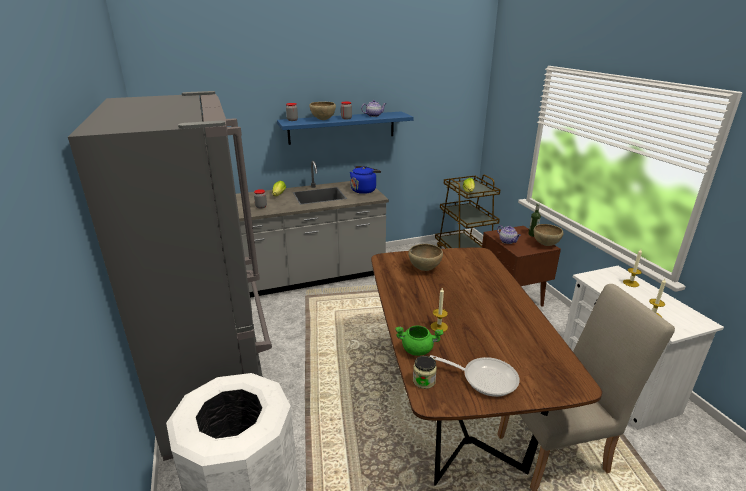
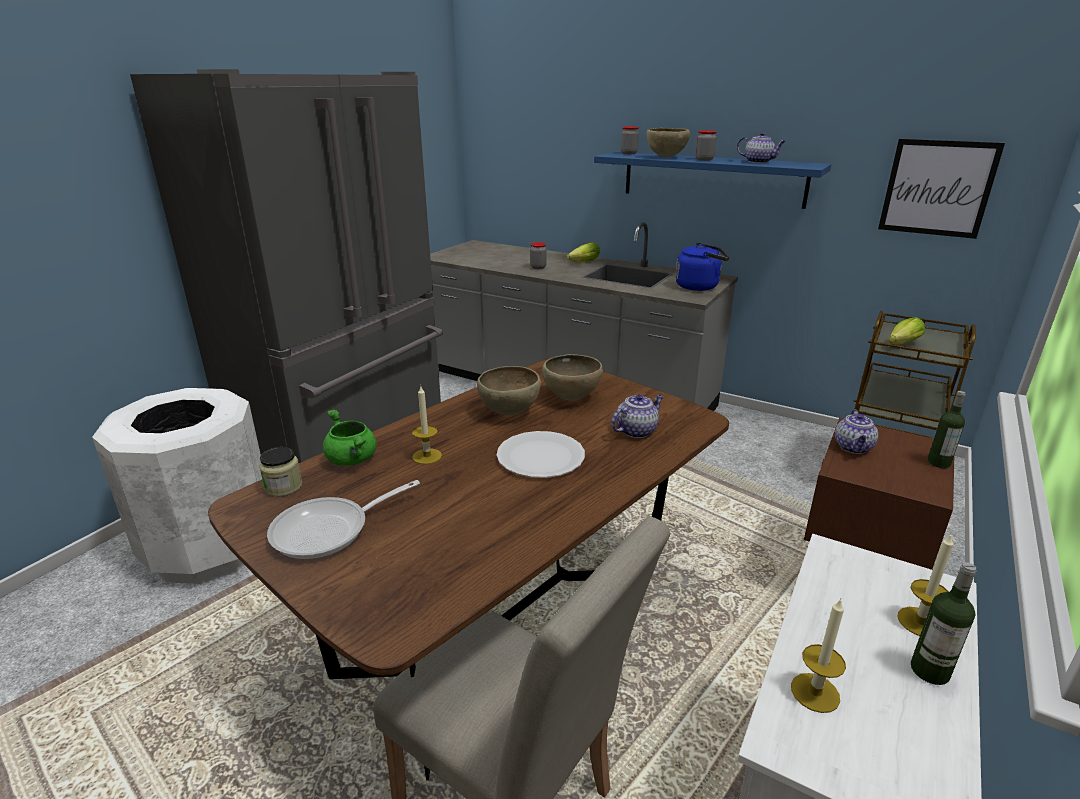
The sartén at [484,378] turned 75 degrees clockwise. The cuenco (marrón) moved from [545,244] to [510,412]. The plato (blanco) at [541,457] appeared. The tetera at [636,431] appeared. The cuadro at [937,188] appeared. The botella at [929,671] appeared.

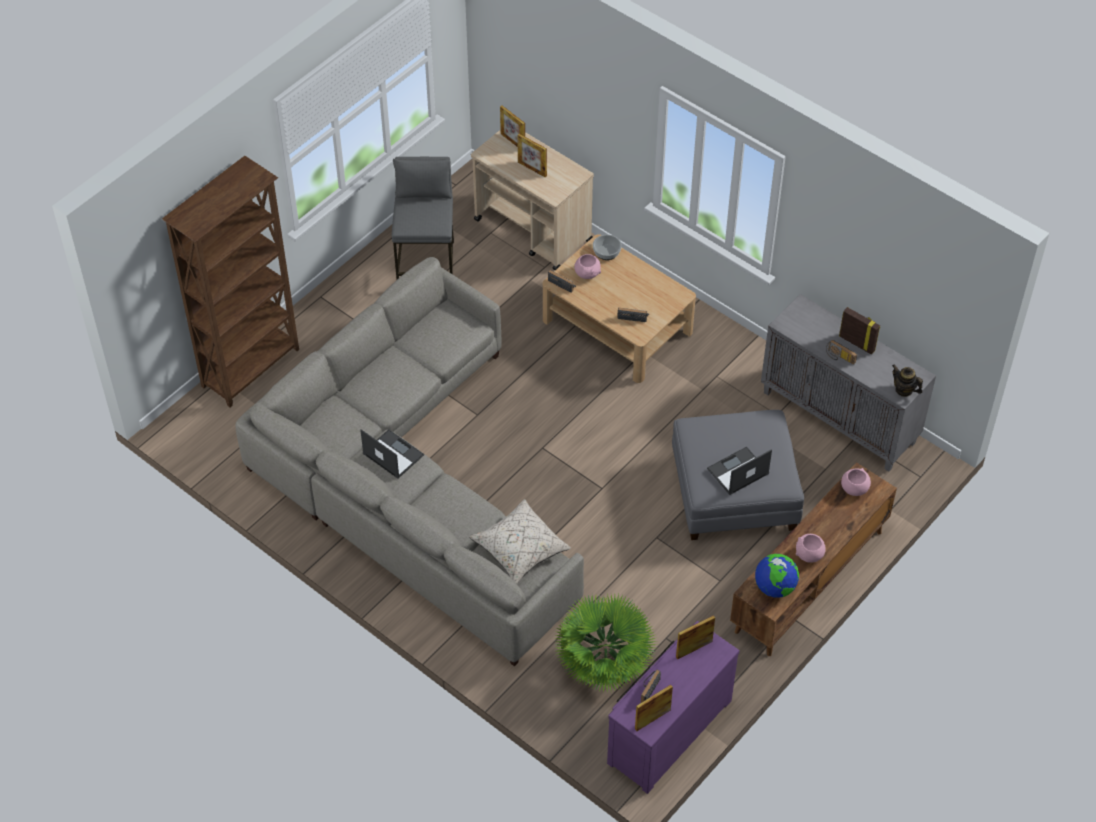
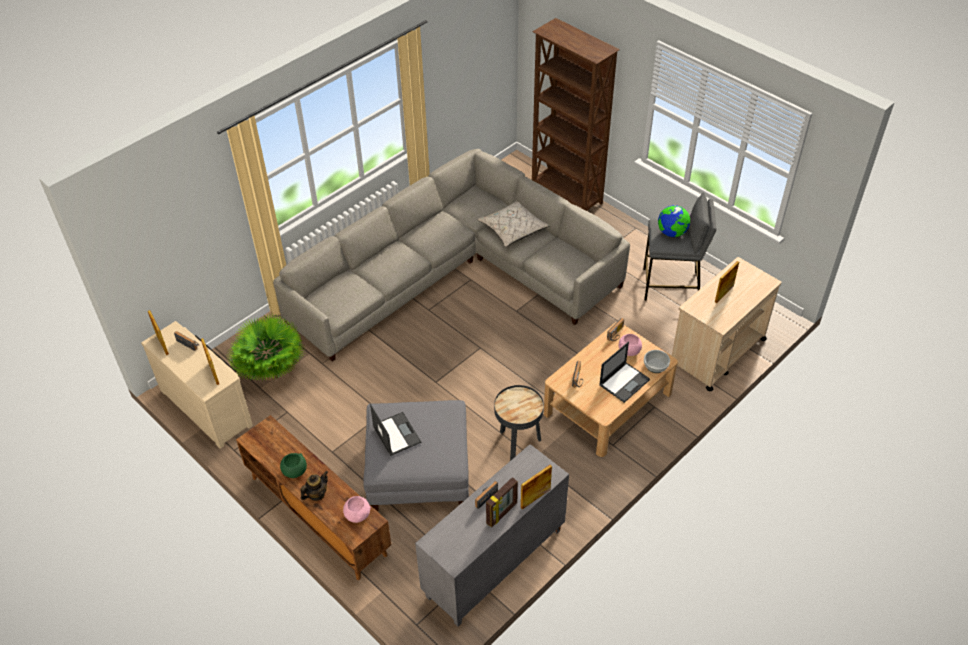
The portátil moved from [392,454] to [624,382]. The cojín (beis) moved from [520,549] to [512,229]. The portarretratos moved from [513,142] to [535,498]. The cómoda (morado) at [666,729] became the cómoda (beis) at [208,406]. The globo terráqueo moved from [775,587] to [672,233]. The cuenco (rosa) at [809,554] became the cuenco (verde) at [294,471]. The tetera moved from [904,390] to [316,494]. The mesa auxiliar (negro) at [517,444] appeared.

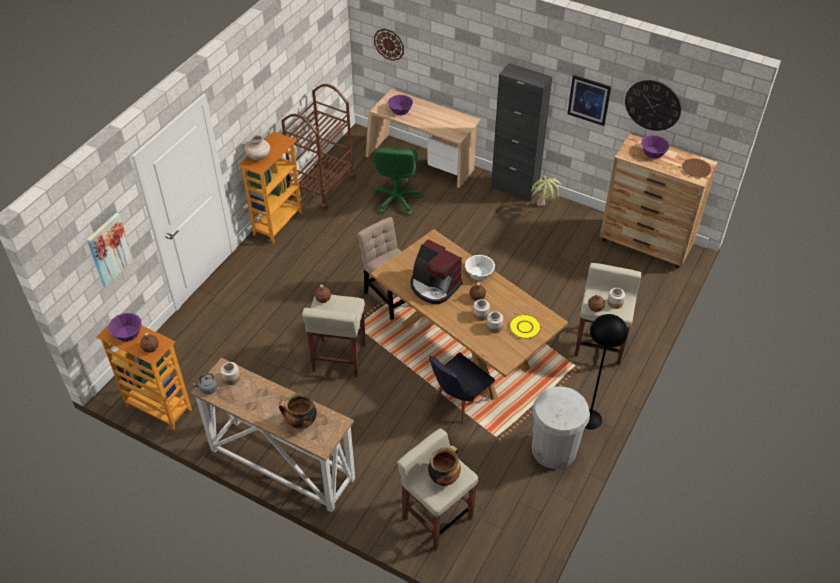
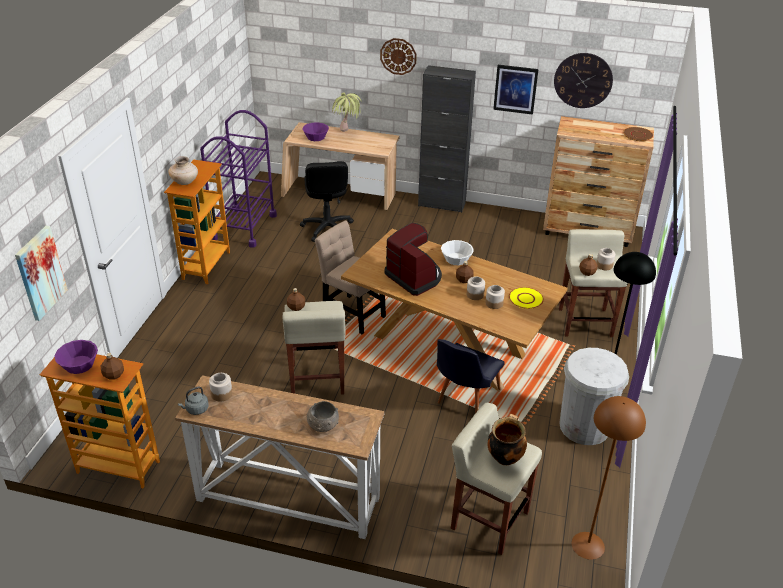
The olla at [300,423] was replaced by the cuenco (gris) at [323,425]. The carrito (marrón) at [322,186] became the carrito (morado) at [244,227]. The silla de oficina (verde) at [397,200] became the silla de oficina (negro) at [327,228]. The reloj de pared moved from [389,44] to [398,56]. The cafetera at [434,286] turned 150 degrees counterclockwise. The planta en maceta moved from [542,211] to [347,135]. The cuenco (morado) at [653,152] disappeared. The lámpara de pie (marrón) at [587,545] appeared.

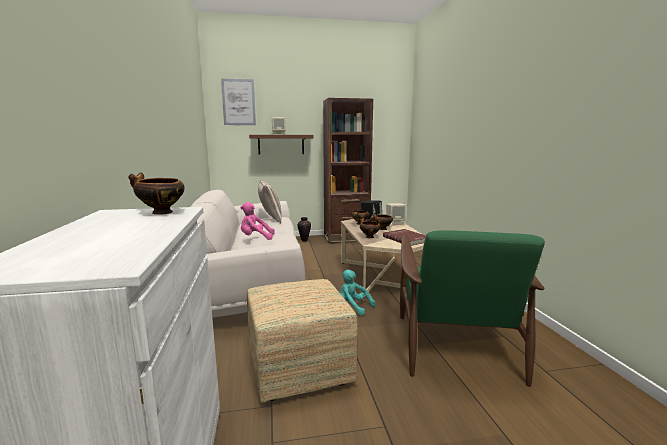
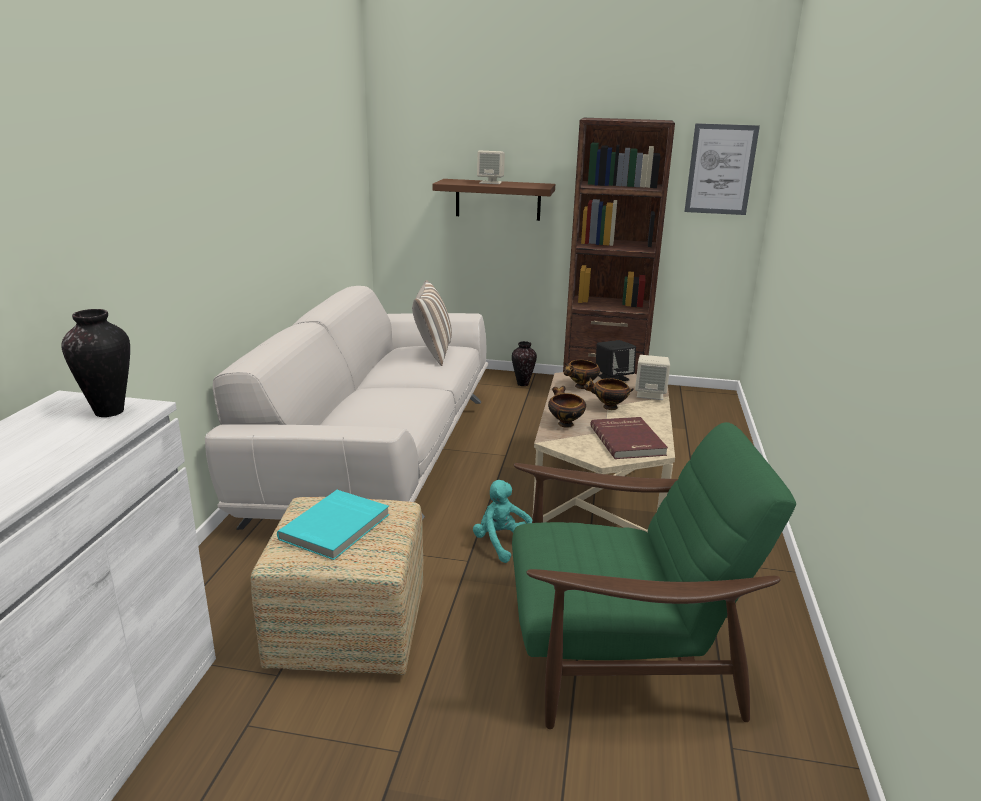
The cuenco at [160,212] was replaced by the florero at [109,412]. The cuadro moved from [238,102] to [720,169]. The peluche (rosa) at [255,238] disappeared. The sillón (verde) at [456,343] turned 120 degrees counterclockwise. The libro (turquesa) at [336,527] appeared.

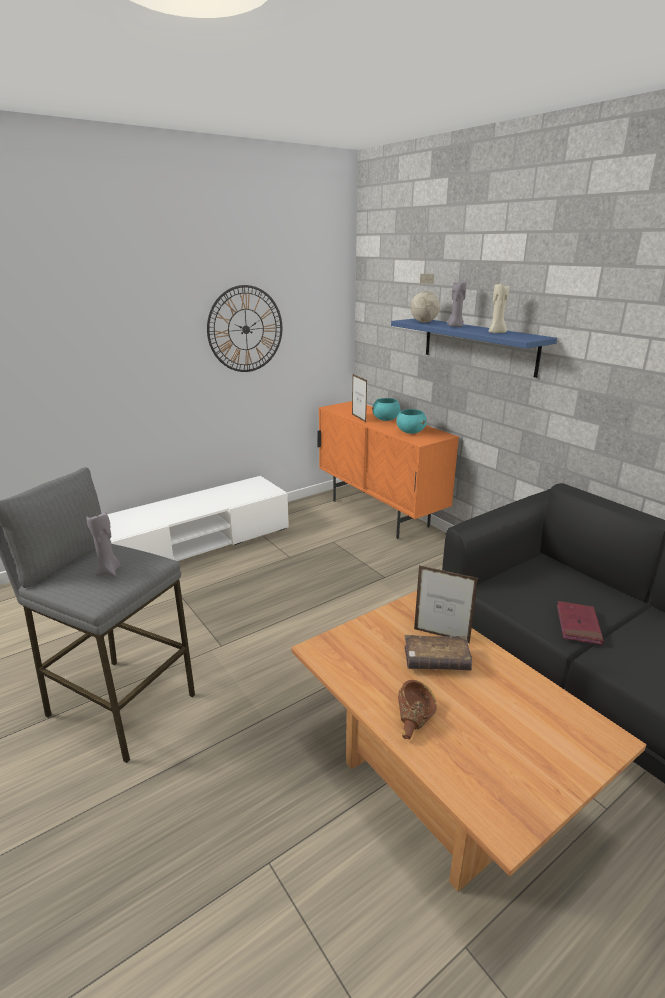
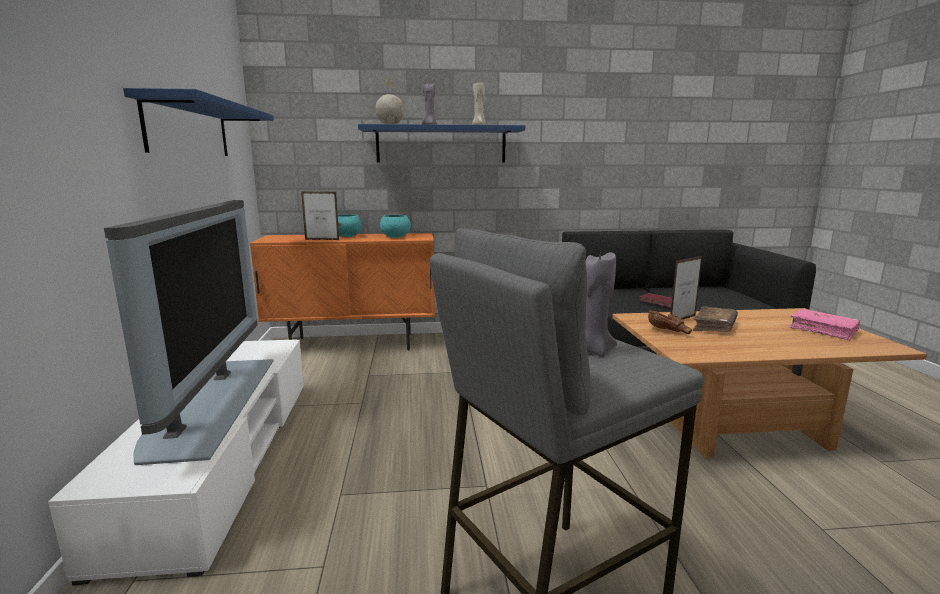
The reloj de pared at [246,329] was replaced by the estante (azul) at [189,129]. The cuenco (marrón) moved from [415,720] to [669,331]. The televisor at [210,402] appeared. The libro (rosa) at [823,330] appeared.

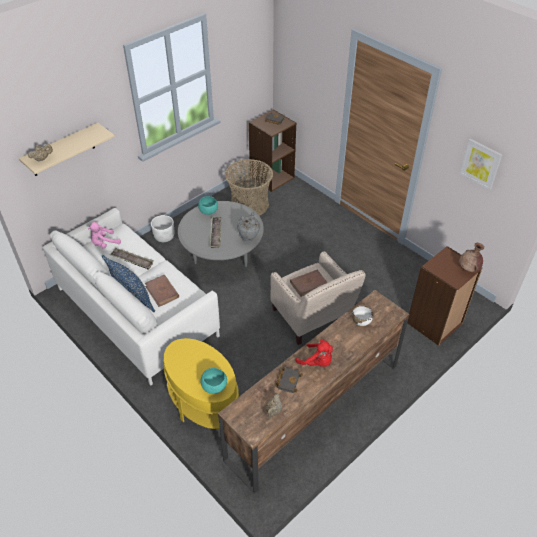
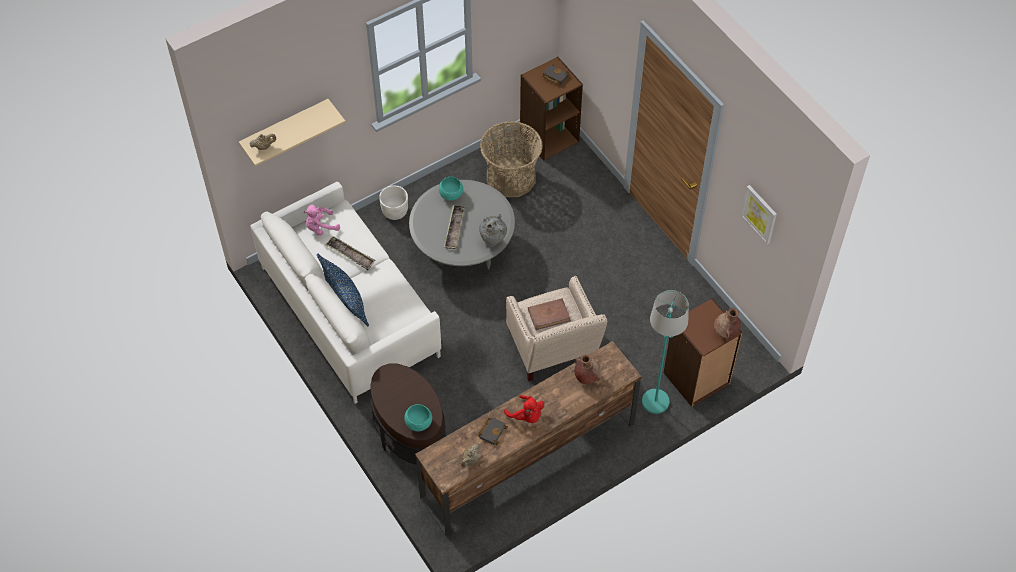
The libro (marrón) at [162,292] disappeared. The mesa auxiliar (amarillo) at [203,404] became the mesa auxiliar (marrón) at [409,434]. The cuenco (blanco) at [361,321] was replaced by the florero (marrón) at [586,376]. The lámpara de pie (turquesa) at [655,402] appeared.

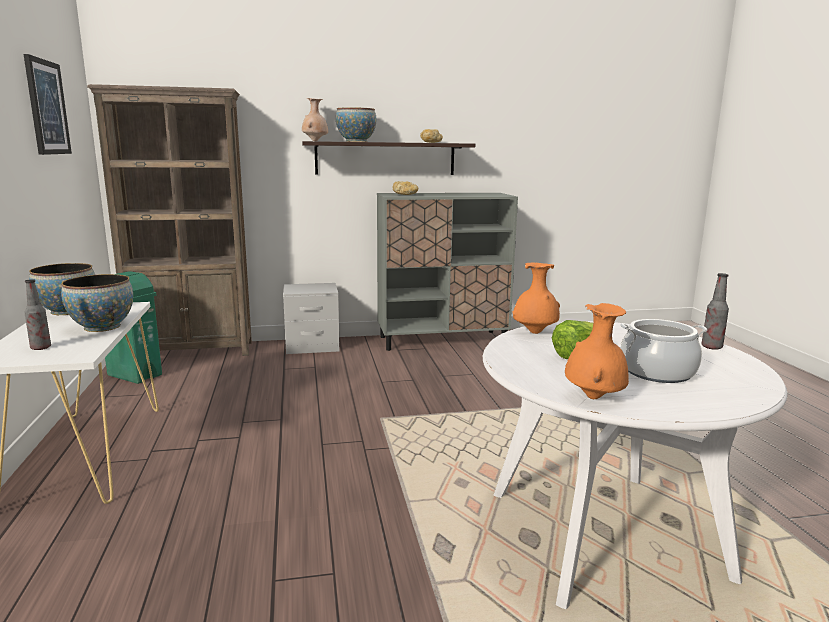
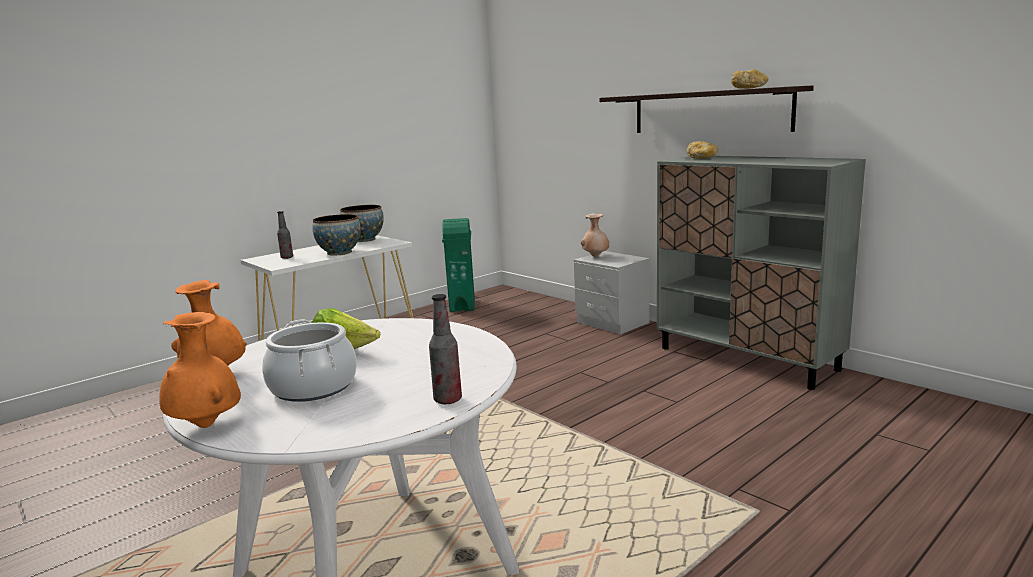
The cuadro at [47,107] disappeared. The estantería (marrón) at [193,351] disappeared. The florero (beis) moved from [315,141] to [595,256]. The cuenco at [356,141] disappeared. The florero (naranja) moved from [534,333] to [206,425].

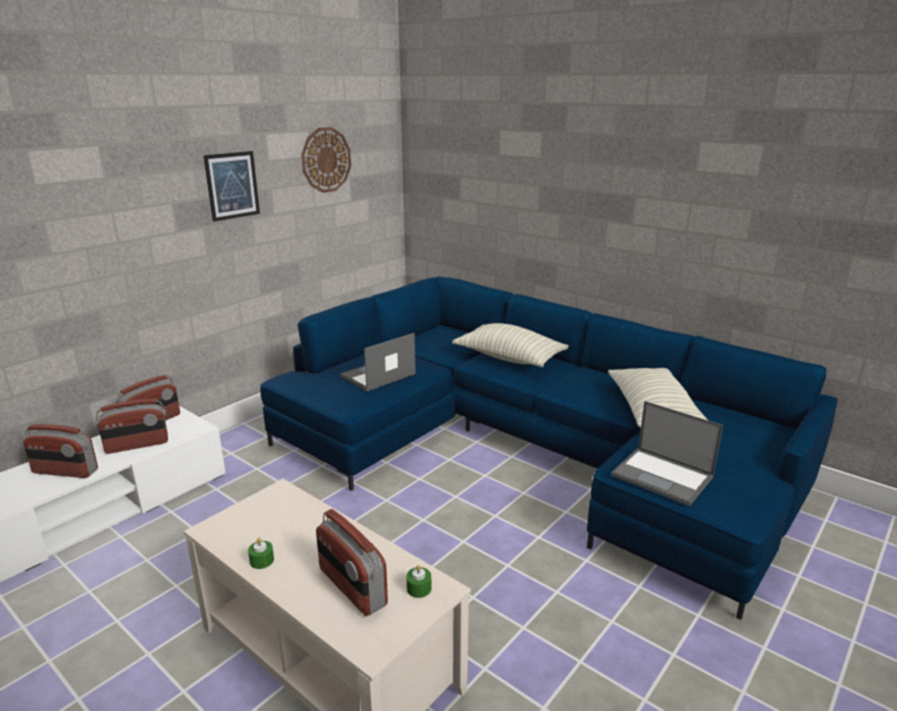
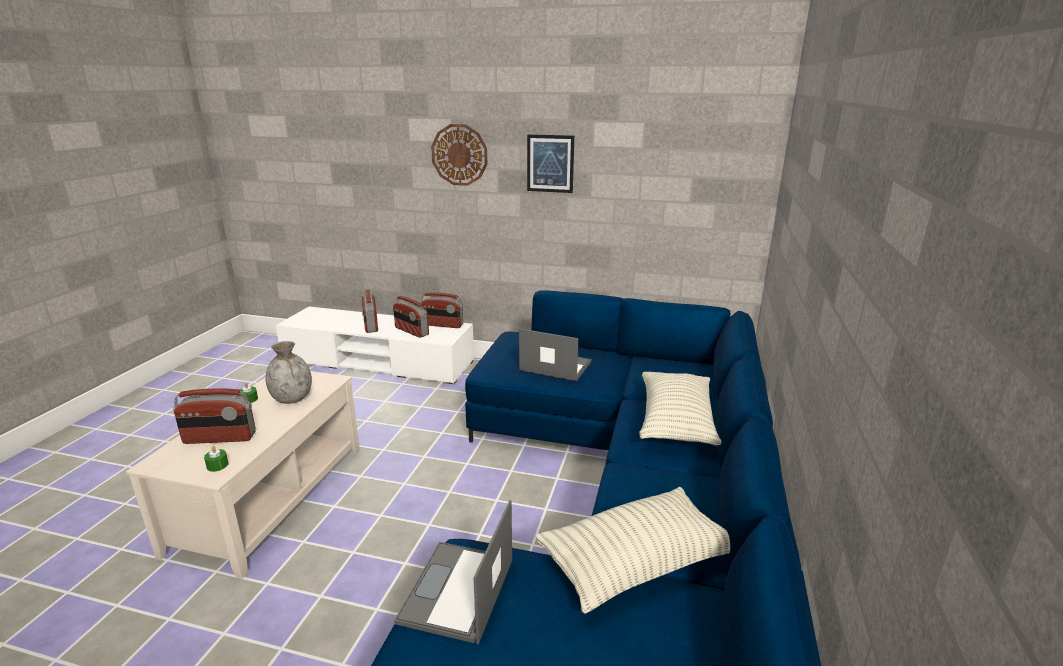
The reloj de pared moved from [326,160] to [459,155]. The radio at [351,587] turned 120 degrees counterclockwise. The florero (gris) at [292,398] appeared.

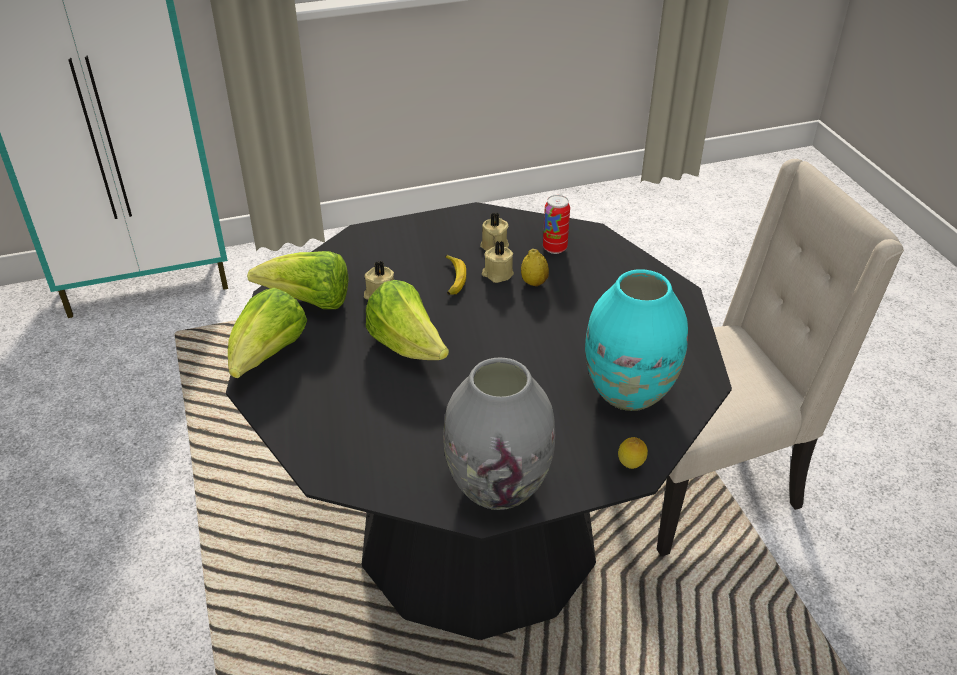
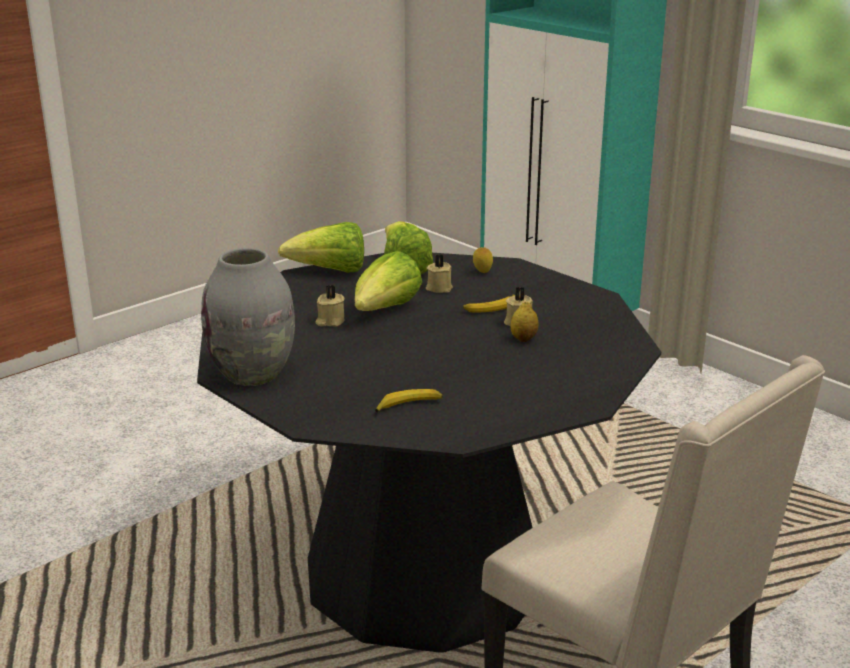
The vela (beis) moved from [494,247] to [330,321]. The lata at [554,248] disappeared. The florero (turquesa) at [629,393] was replaced by the plátano at [408,406]. The limón moved from [630,467] to [482,272].

